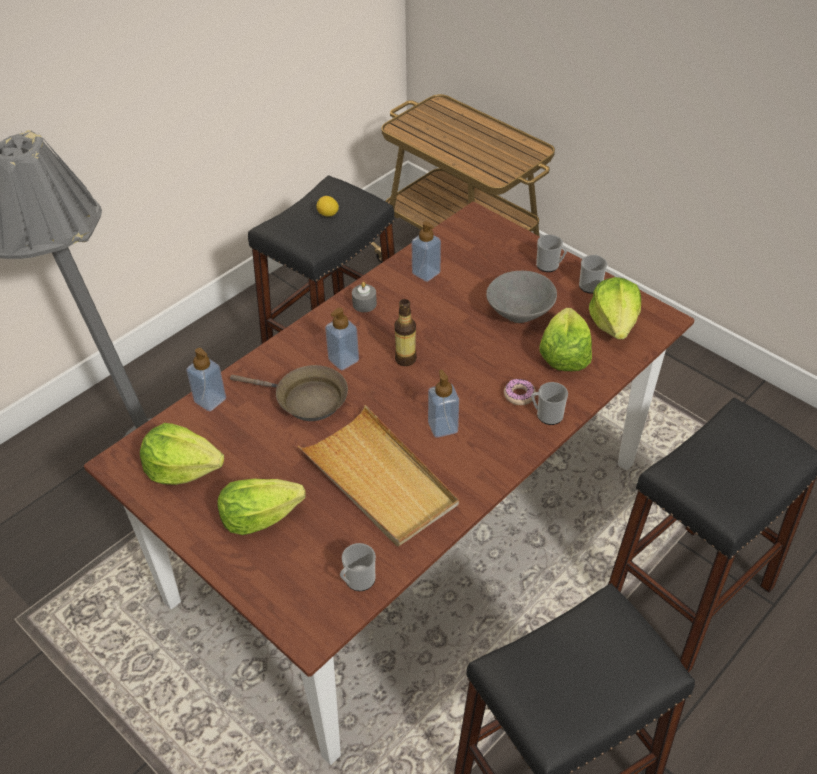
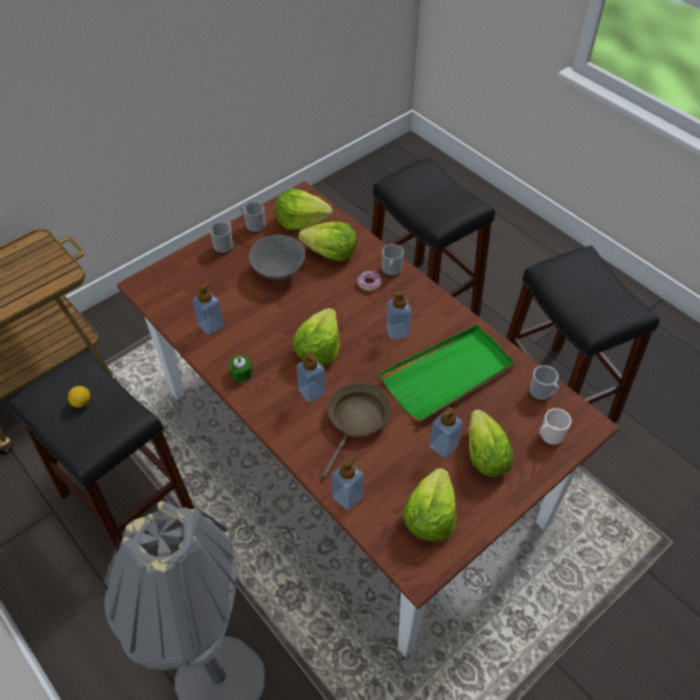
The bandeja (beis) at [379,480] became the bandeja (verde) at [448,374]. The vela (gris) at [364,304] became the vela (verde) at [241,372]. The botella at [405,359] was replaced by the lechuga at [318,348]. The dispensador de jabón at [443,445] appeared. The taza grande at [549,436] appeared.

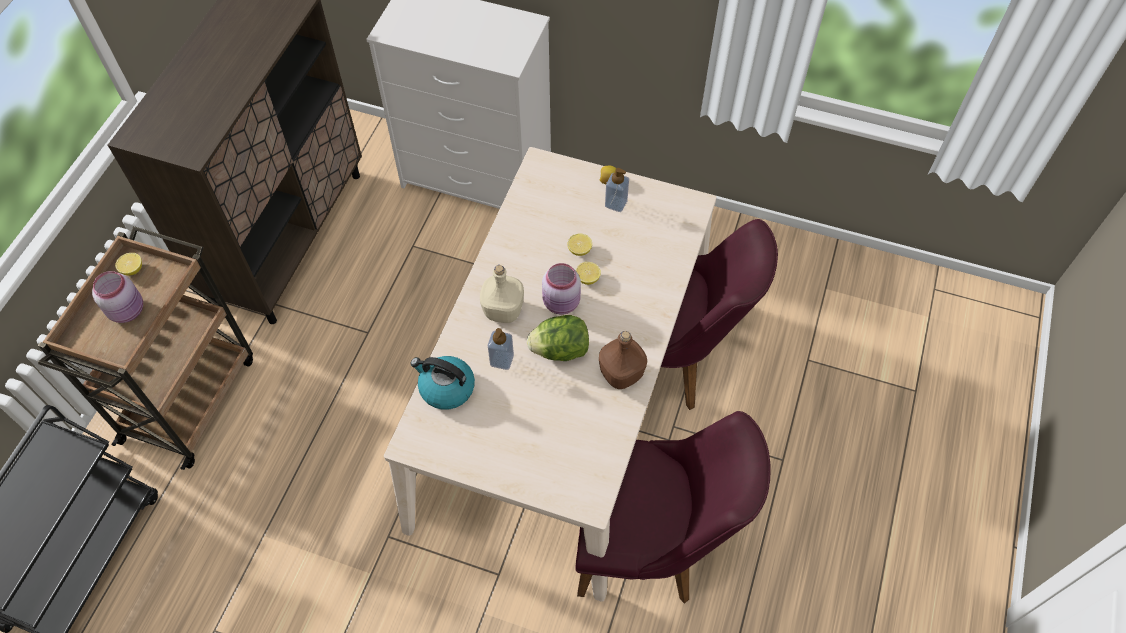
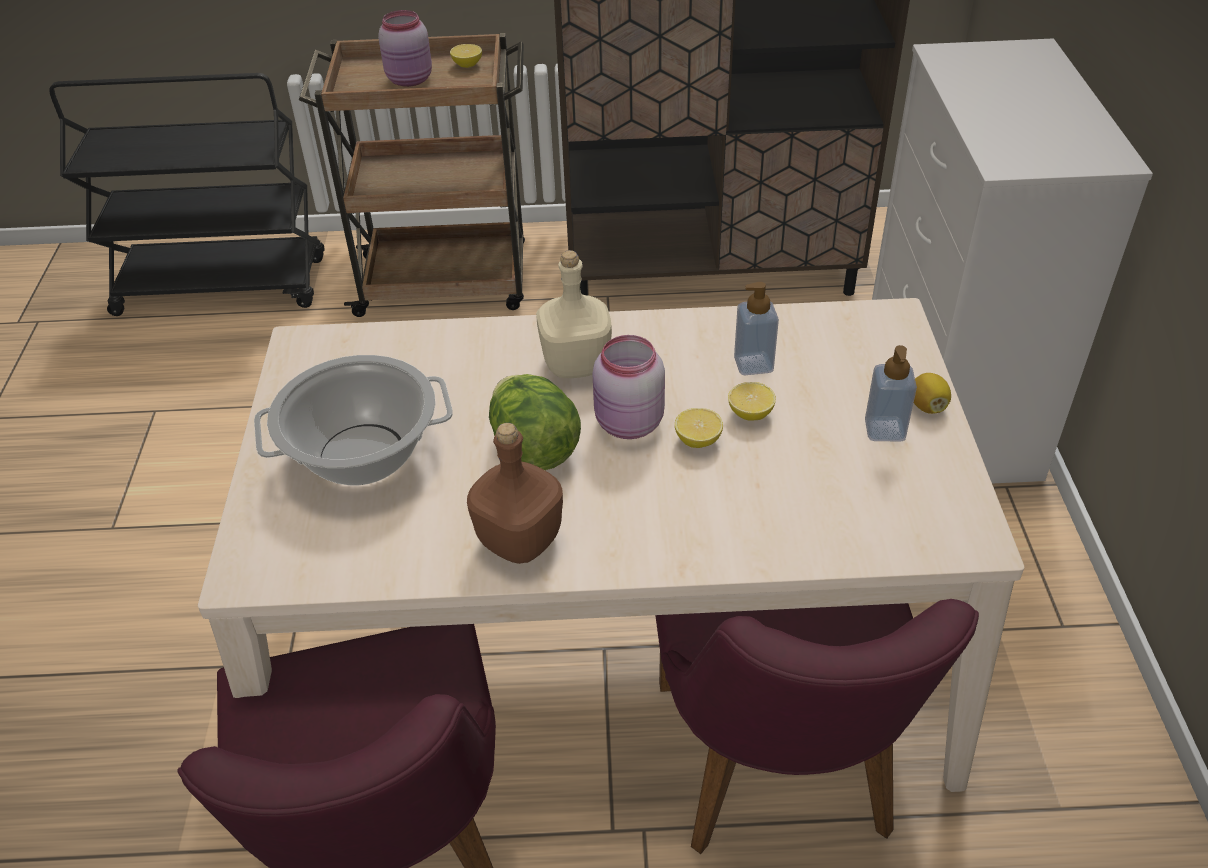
The hervidor at [446,388] disappeared. The dispensador de jabón moved from [502,360] to [753,364]. The olla at [363,454] appeared.

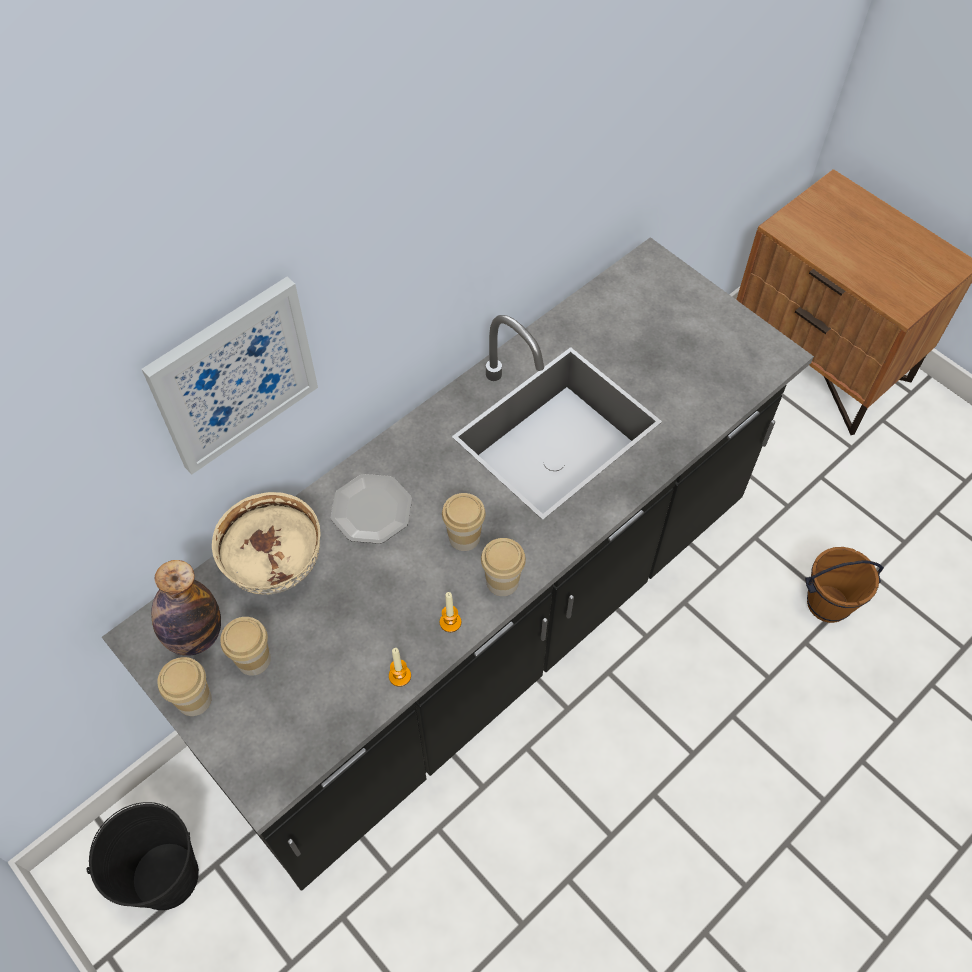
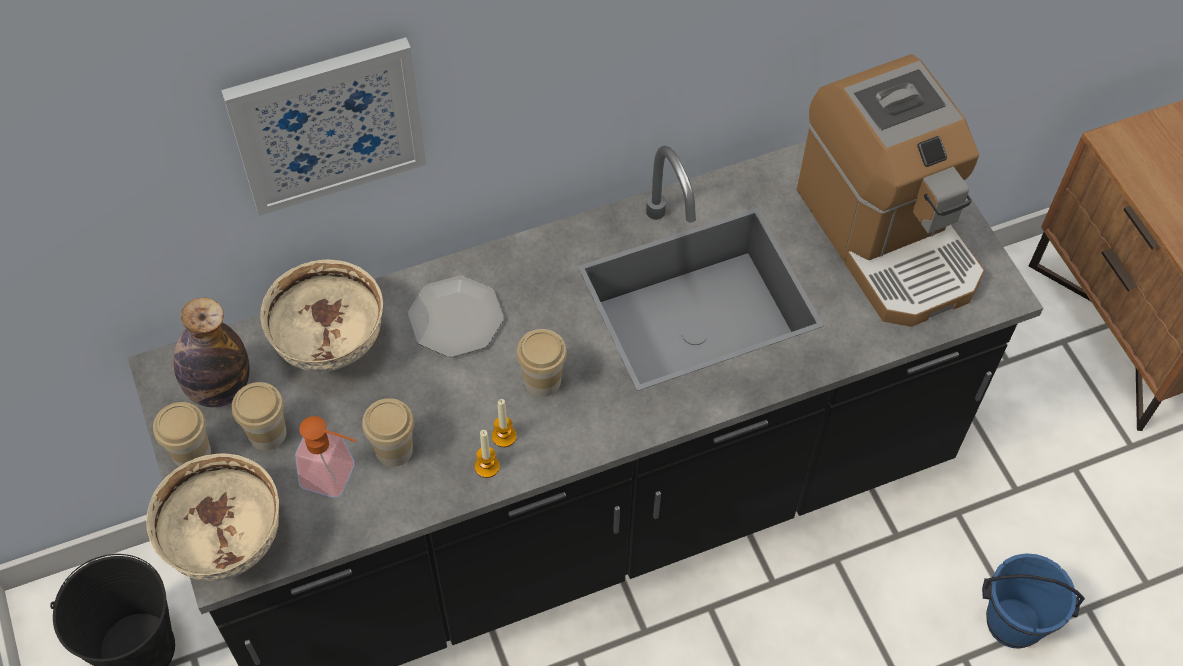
The vela moved from [400,676] to [504,436]. The taza moved from [502,581] to [394,450]. The cubo (marrón) at [827,603] became the cubo (azul) at [1013,622]. The cuenco (beis) at [226,543] appeared. The dispensador de jabón at [337,478] appeared. The cafetera at [887,236] appeared.

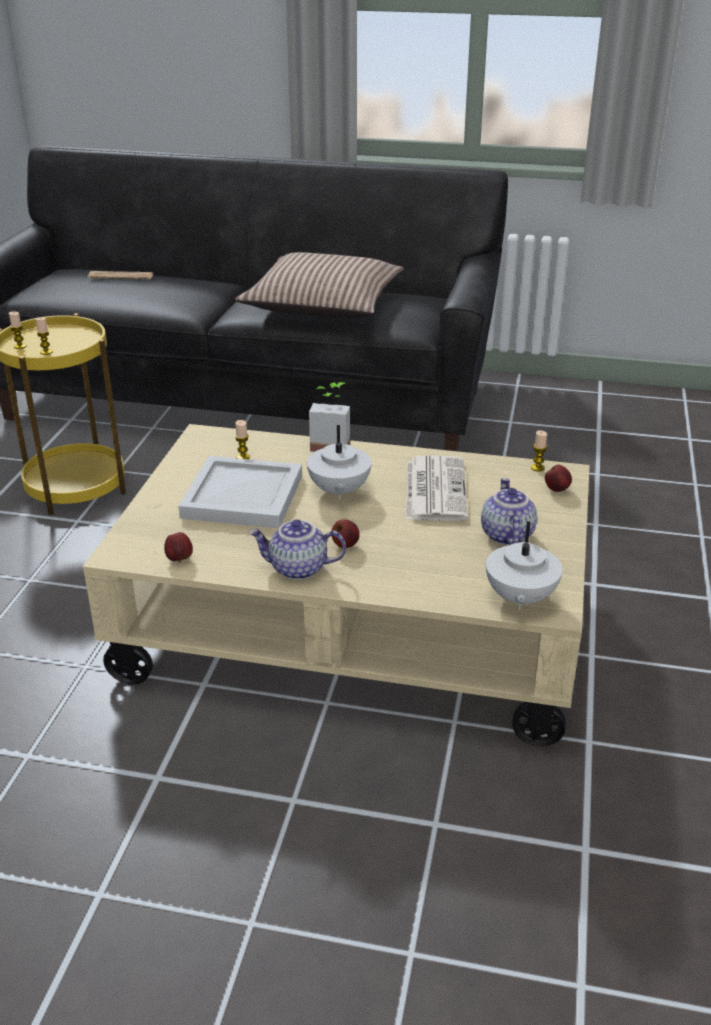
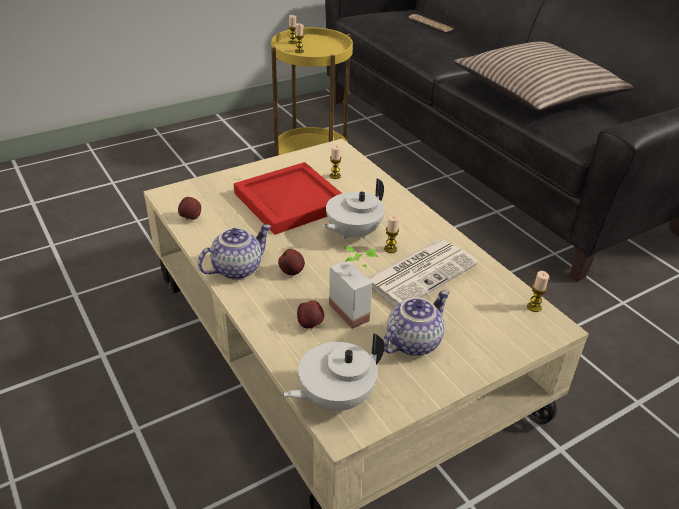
The bandeja (blanco) at [241,495] became the bandeja (rojo) at [291,200]. The tetera at [297,569] turned 90 degrees clockwise. The planta en maceta moved from [331,444] to [356,309]. The manzana moved from [557,489] to [310,325]. The vela at [390,249] appeared.

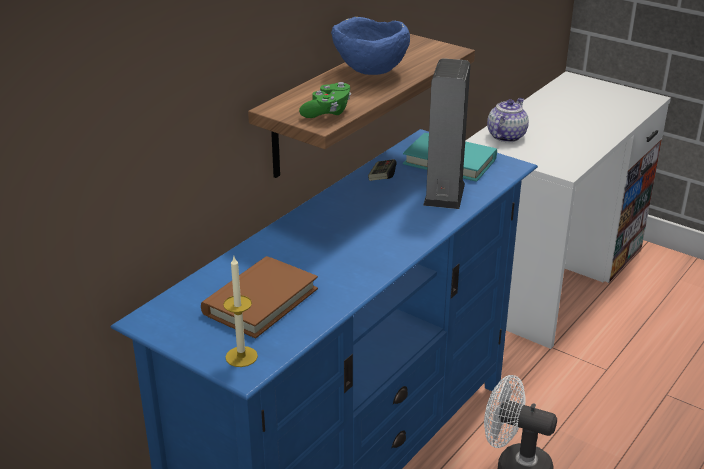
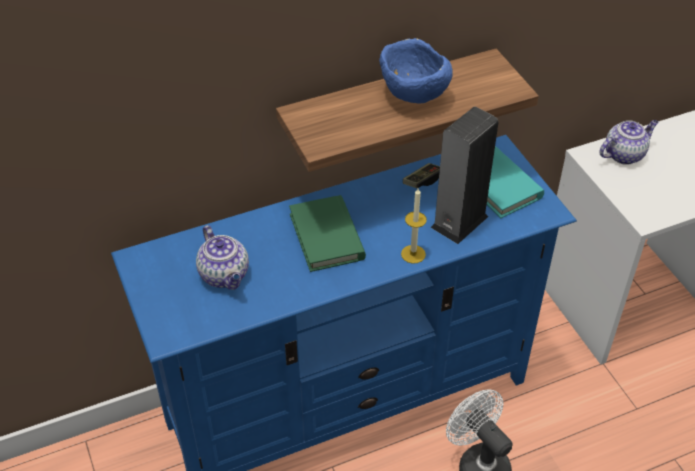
The libro (marrón) at [260,301] was replaced by the tetera at [225,275]. The vela moved from [241,356] to [413,254]. The mando de consola (verde) at [327,112] disappeared. The libro (verde) at [326,236] appeared.

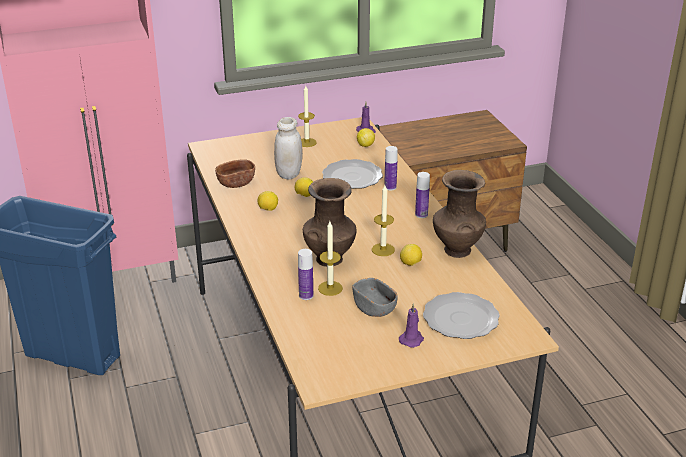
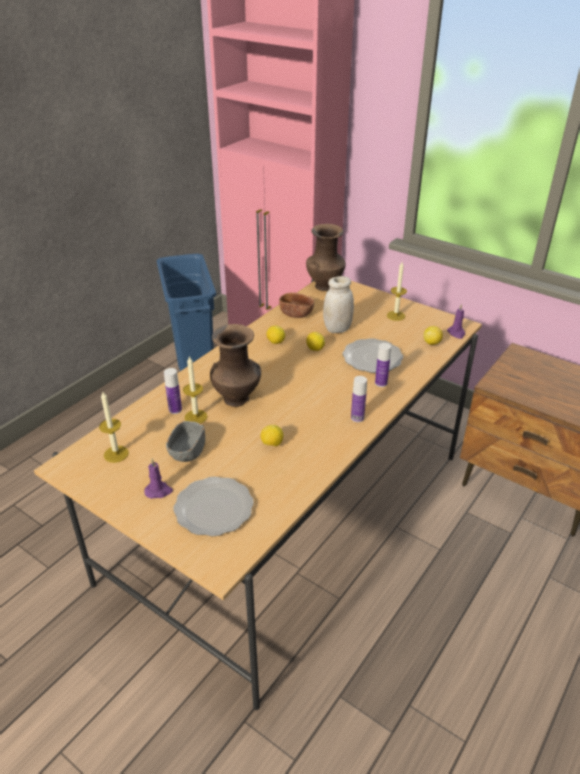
The vela moved from [383,249] to [116,454]. The florero (marrón) moved from [456,249] to [325,286].

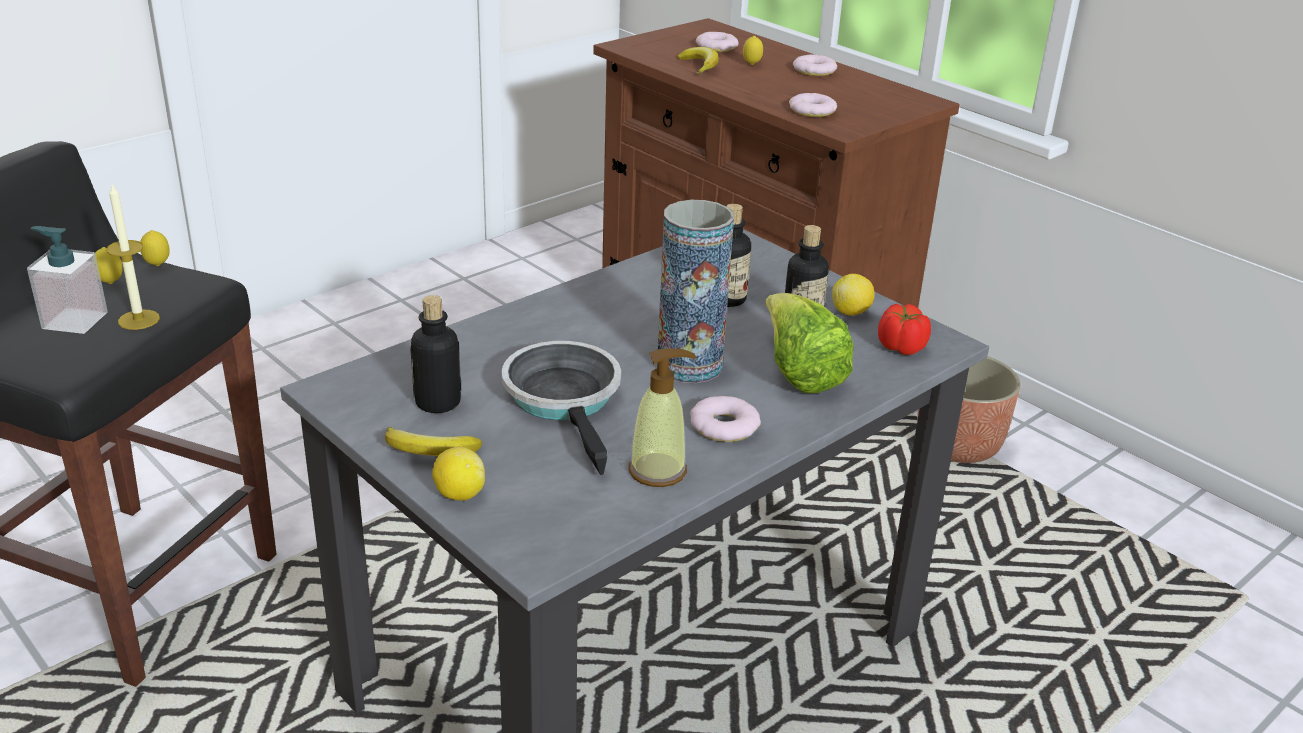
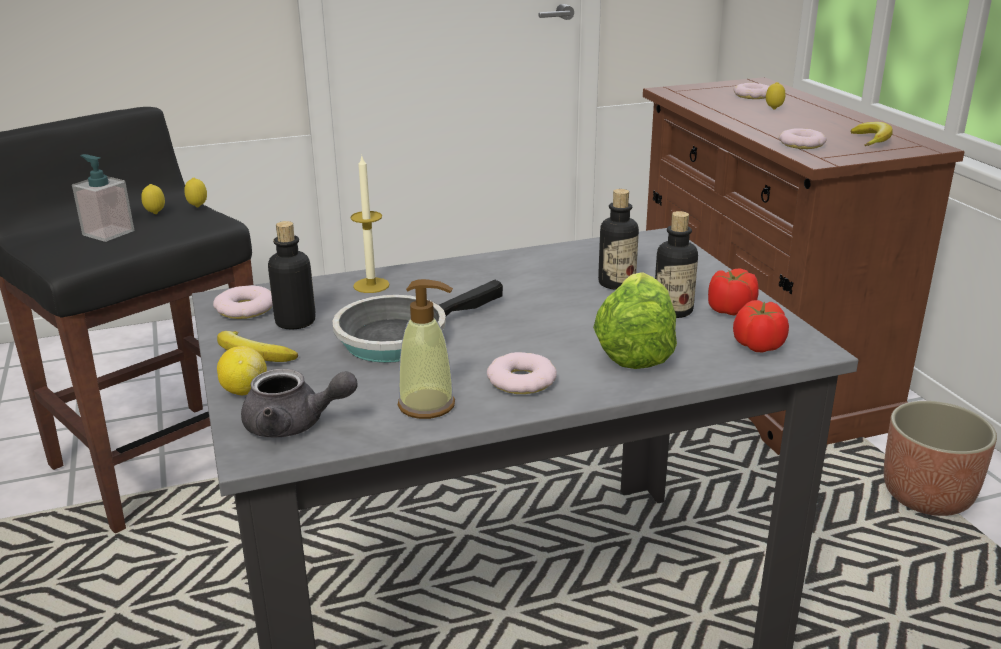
The vela moved from [139,320] to [371,285]. The sartén at [565,400] turned 135 degrees counterclockwise. The florero at [689,365] disappeared. The plátano moved from [699,66] to [871,140]. The rosquilla moved from [814,70] to [245,309]. The limón at [851,312] was replaced by the tomate at [730,310]. The tetera (gris) at [295,425] appeared.

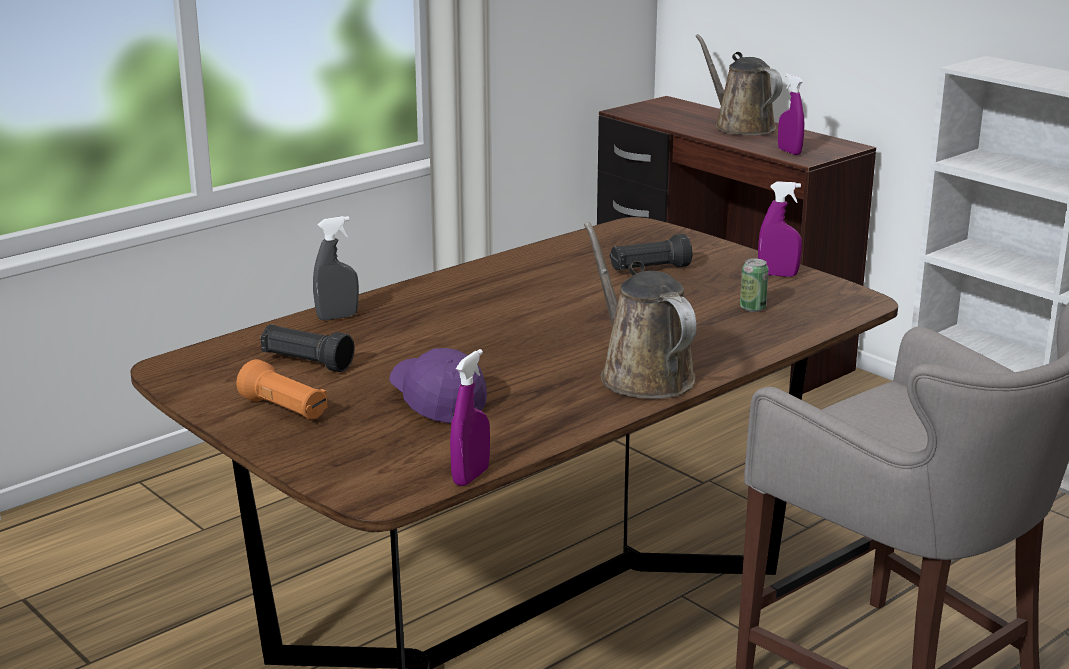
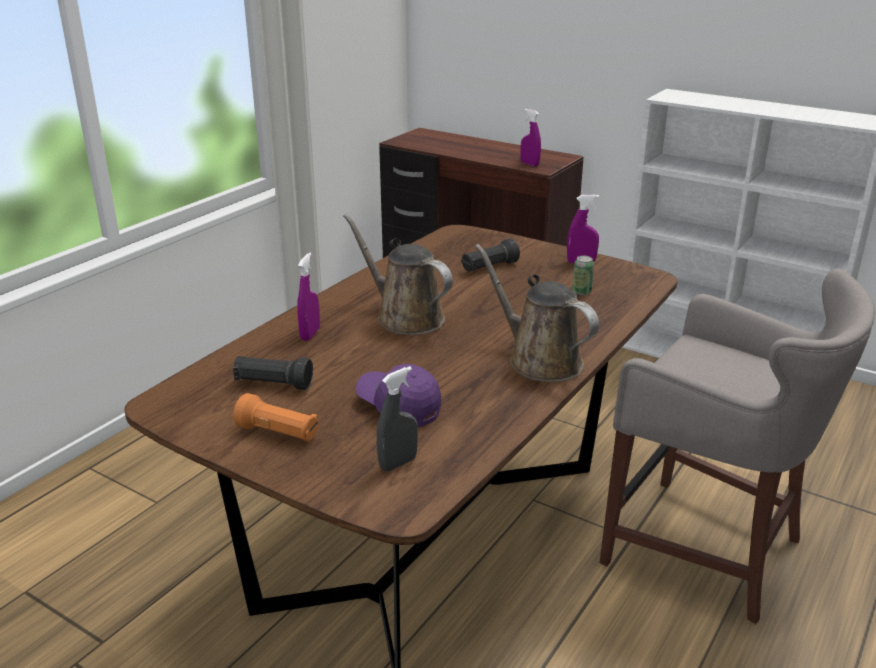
The pulverizador (gris) moved from [337,317] to [398,463]. The pulverizador (morado) moved from [471,476] to [310,334]. The regadera (marrón) moved from [740,126] to [405,317].

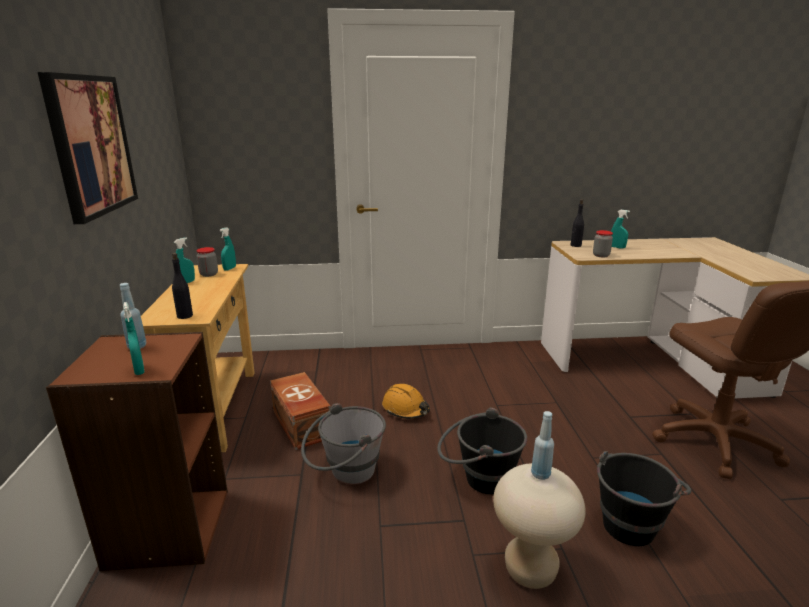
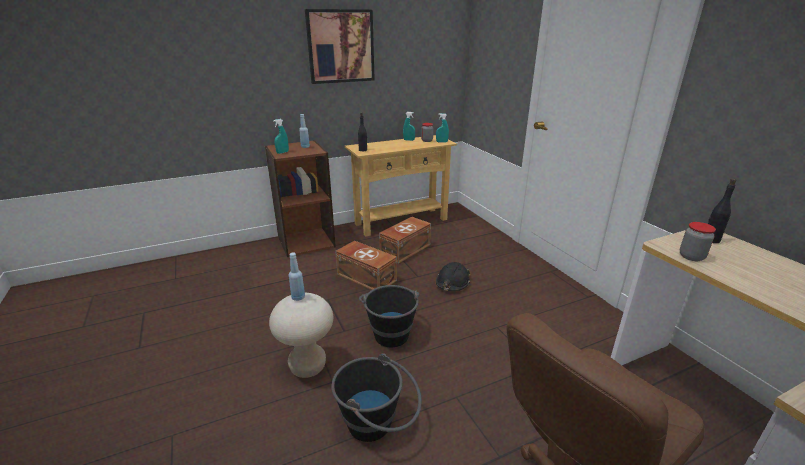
The cubo (gris) at [345,474] was replaced by the caja de almacenaje (marrón) at [366,277]. The casco (naranja) at [405,409] became the casco (negro) at [452,283]. The pulverizador (turquesa) at [617,247] disappeared.

